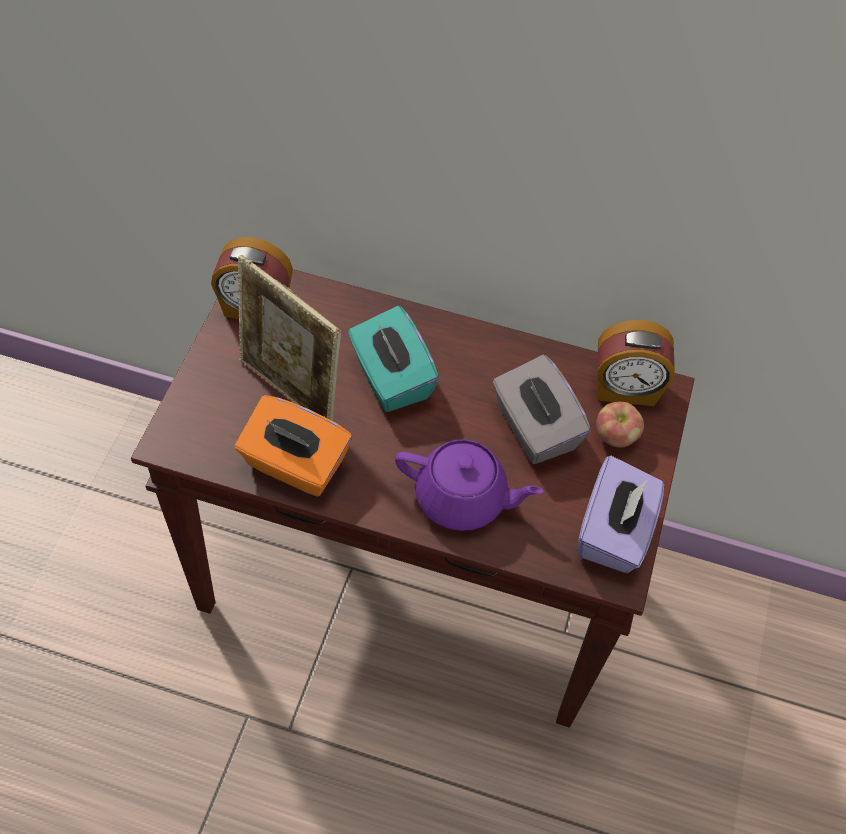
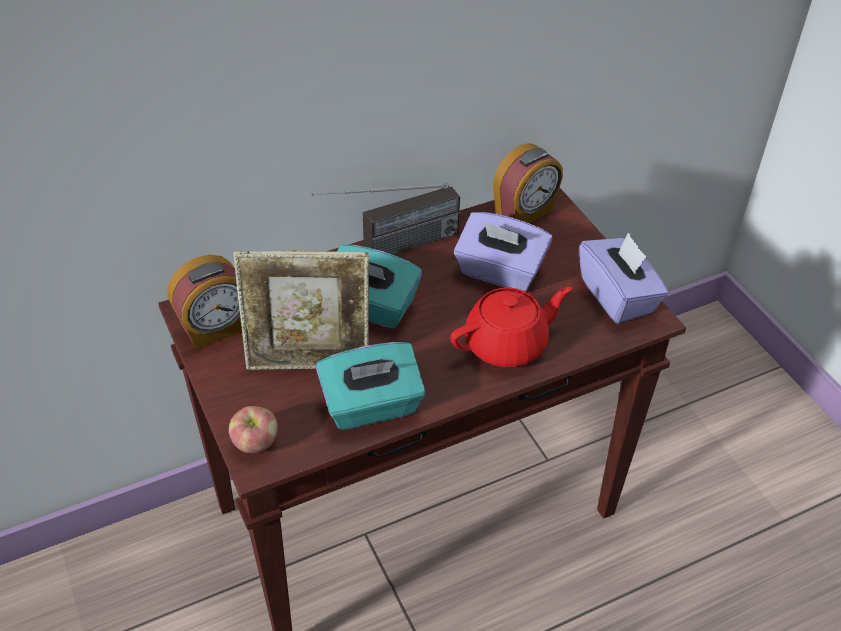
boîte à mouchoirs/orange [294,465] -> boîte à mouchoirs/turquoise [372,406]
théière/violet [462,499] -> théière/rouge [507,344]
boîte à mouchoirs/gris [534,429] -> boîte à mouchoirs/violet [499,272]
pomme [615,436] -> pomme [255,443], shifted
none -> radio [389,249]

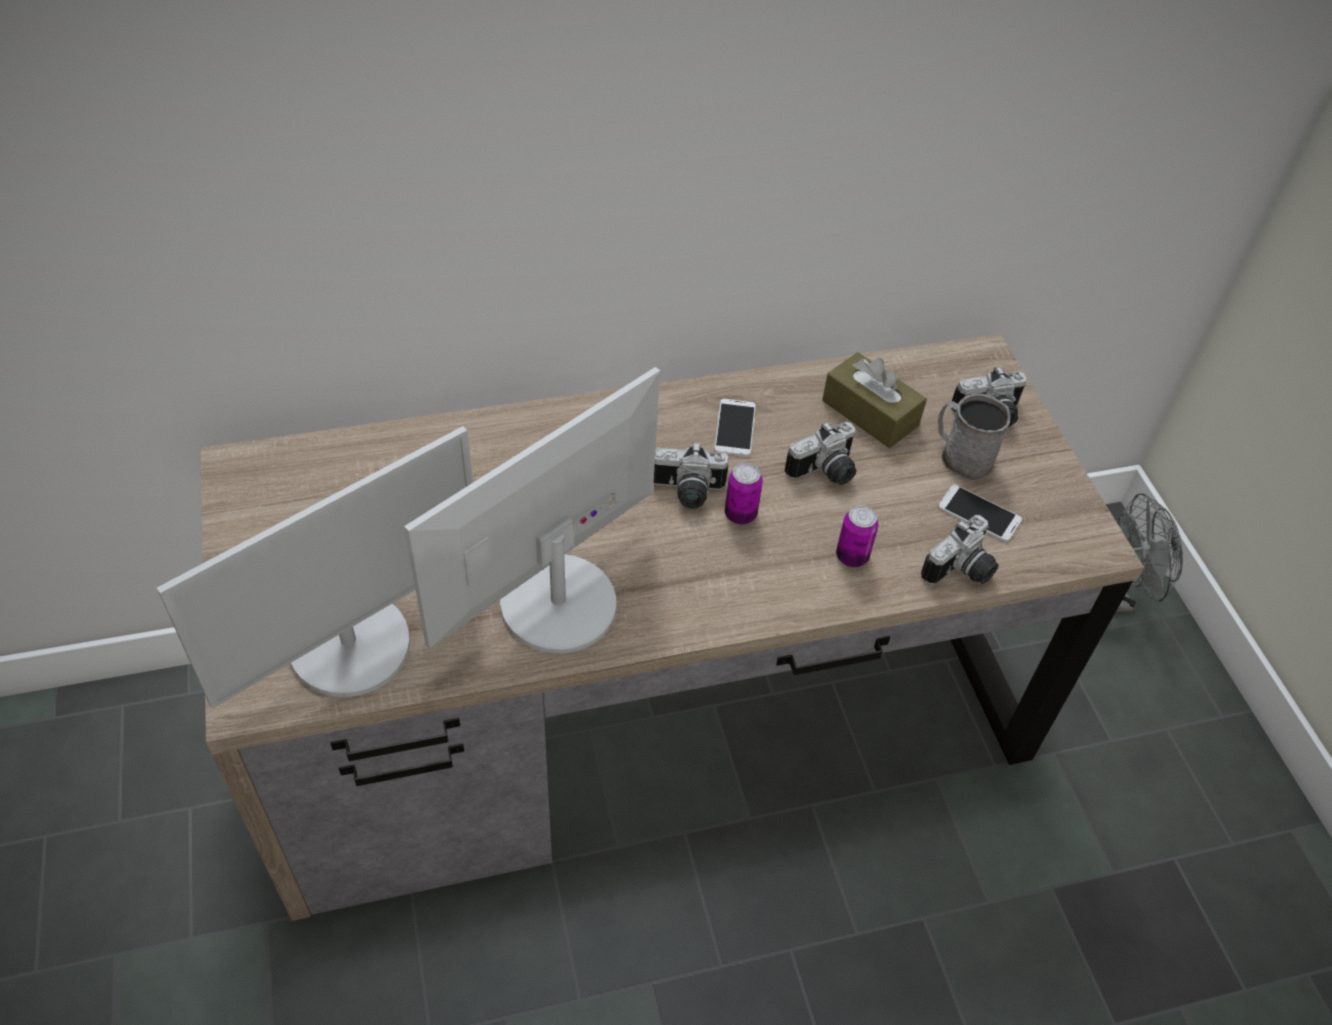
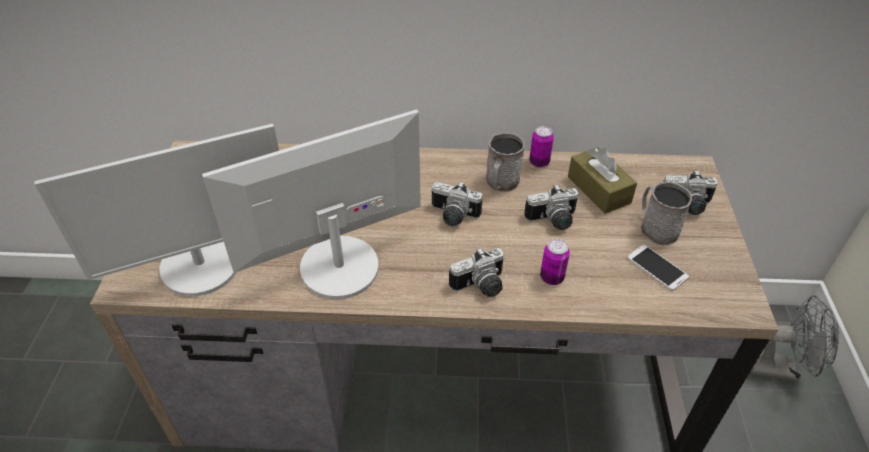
téléphone [735,428] -> mug/gris [501,183]
boîte métallique [740,514] -> boîte métallique [539,162], shifted
appareil photo [962,571] -> appareil photo [481,287], shifted

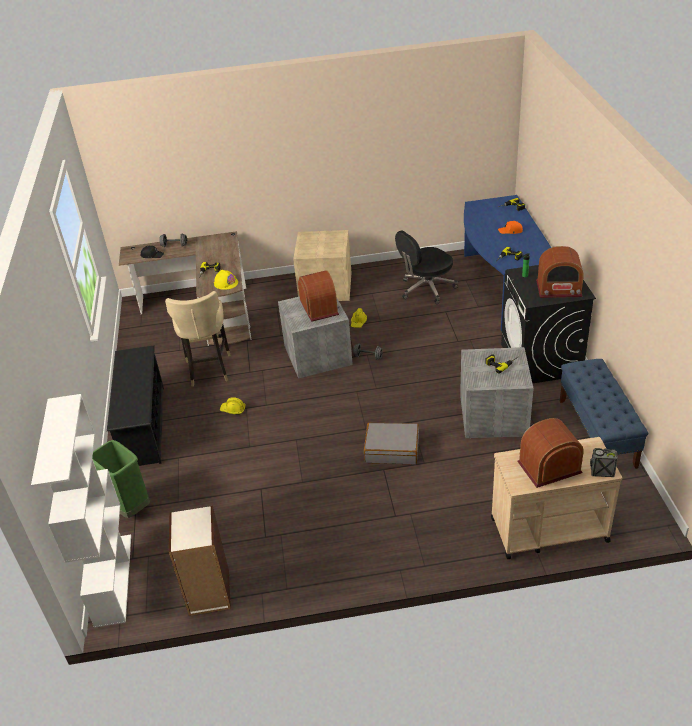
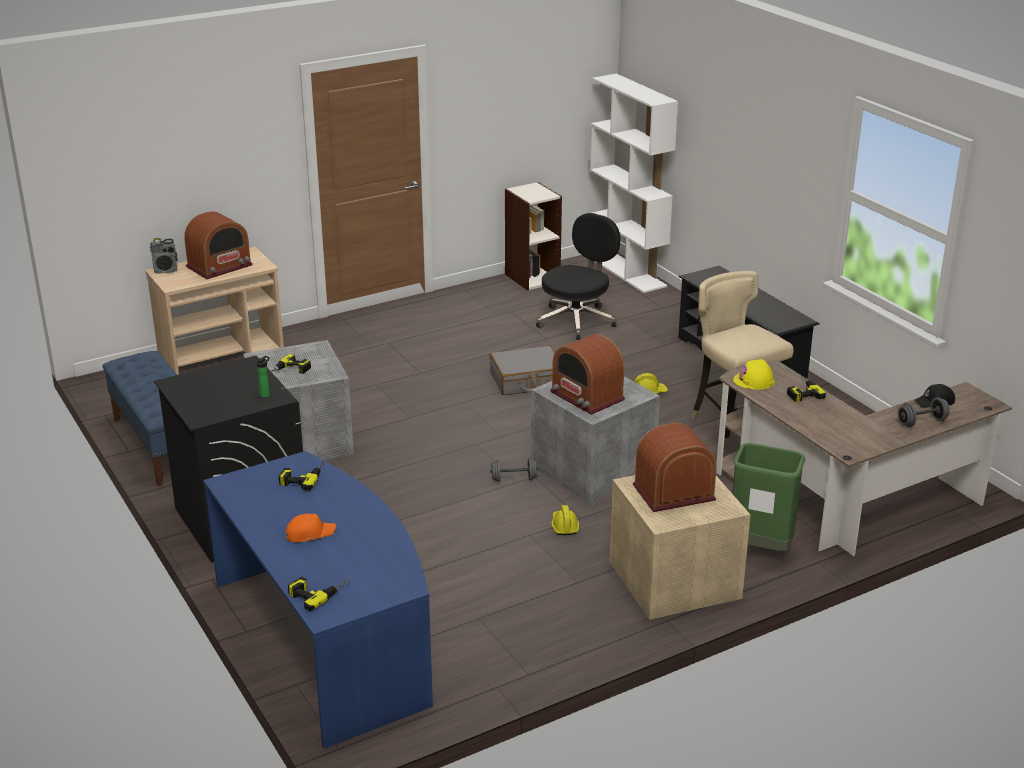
poubelle/vert [130,508] -> poubelle/vert [760,548], shifted
valise/gris [392,449] -> valise/gris [526,381], shifted
chaise de bureau/noir [426,289] -> chaise de bureau/noir [577,320], shifted
radio [559,289] -> radio [673,492], shifted

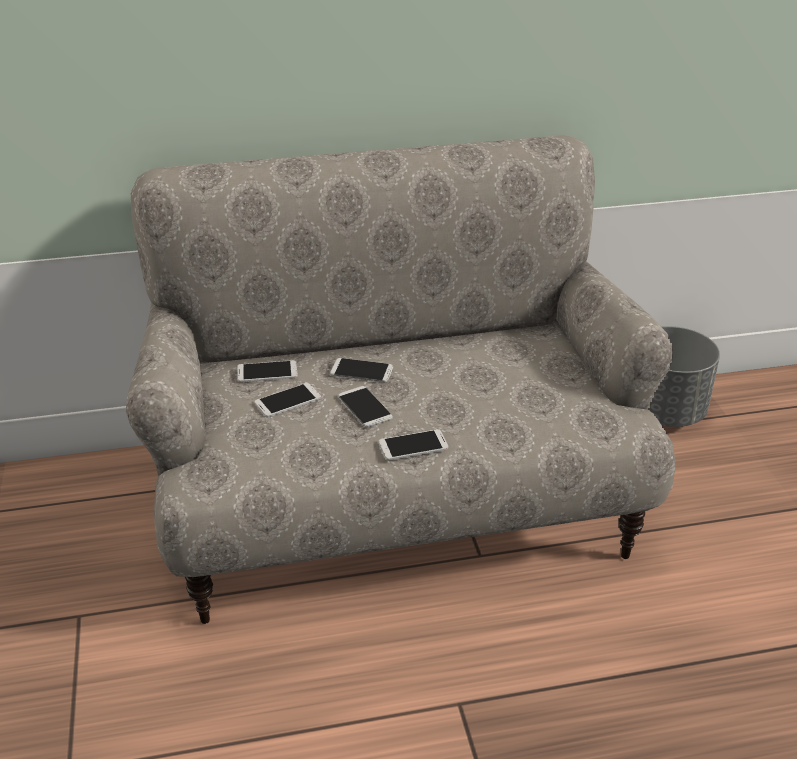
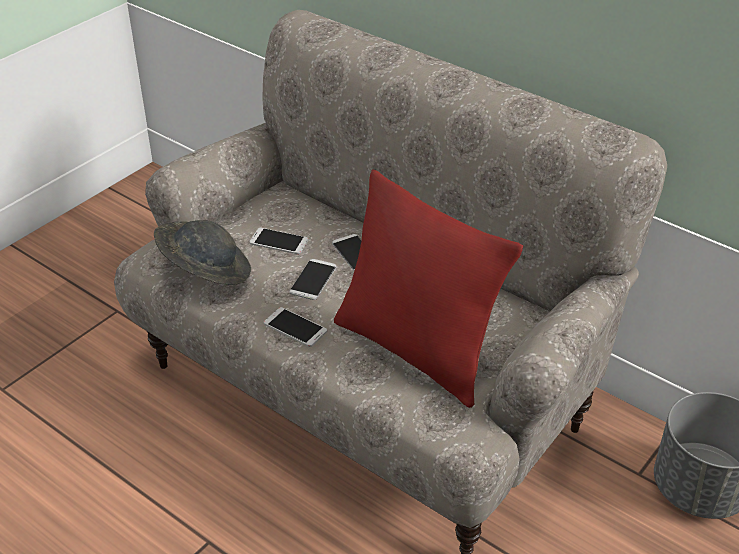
téléphone [267,372] -> none
none -> chapeau/gris [205,271]
none -> coussin/rouge [416,350]

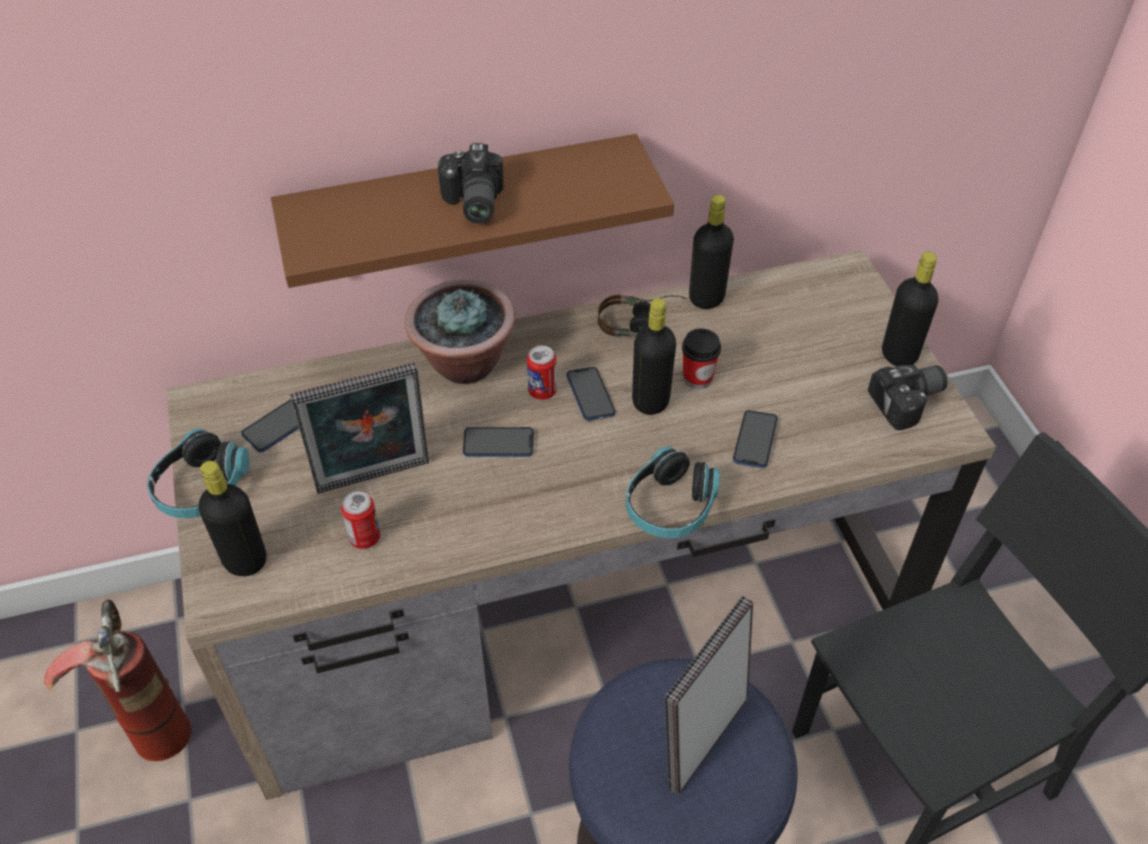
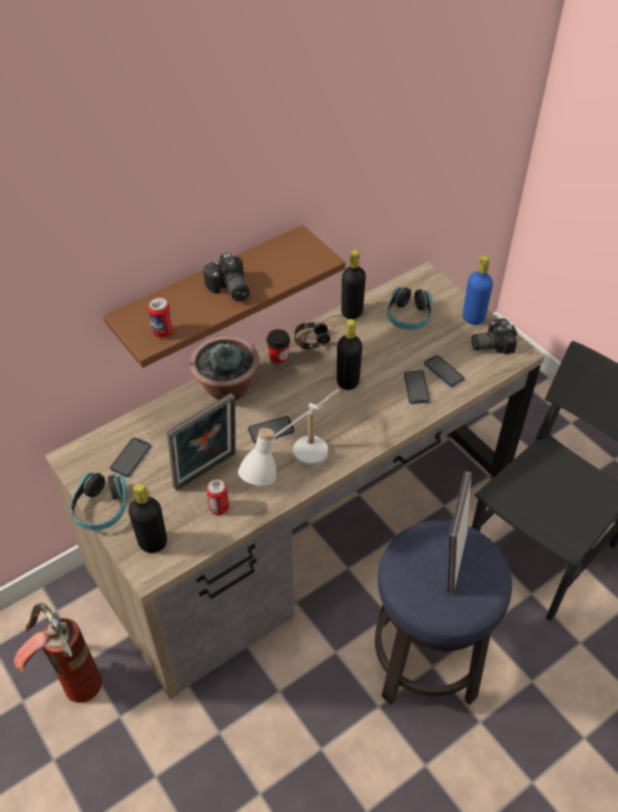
boîte métallique [542,391] -> boîte métallique [163,332], shifted
téléphone [590,395] -> téléphone [443,371], shifted
casque audio [670,506] -> casque audio [408,316], shifted
tasse [697,378] -> tasse [279,359], shifted
appareil photo [909,403] -> appareil photo [490,344], 150 degrees counterclockwise
bouteille/noir [899,355] -> bouteille/bleu [473,318]
none -> lampe de table/blanc [297,472]

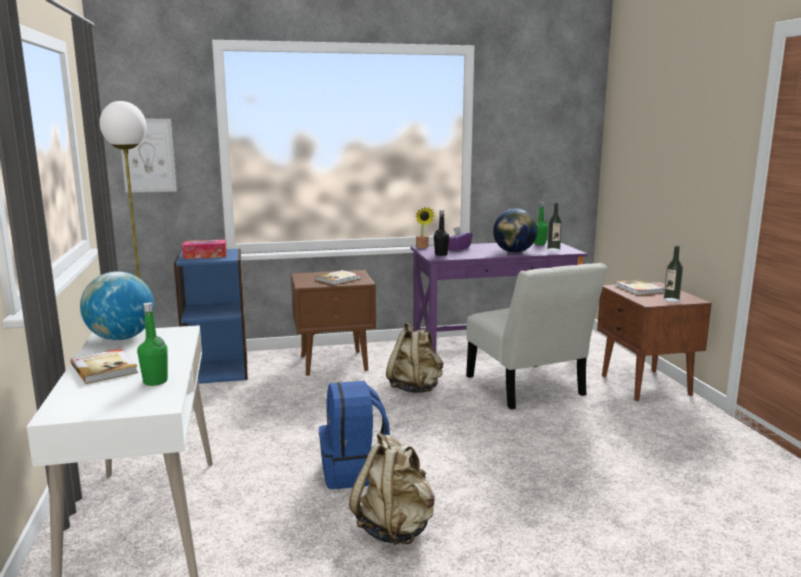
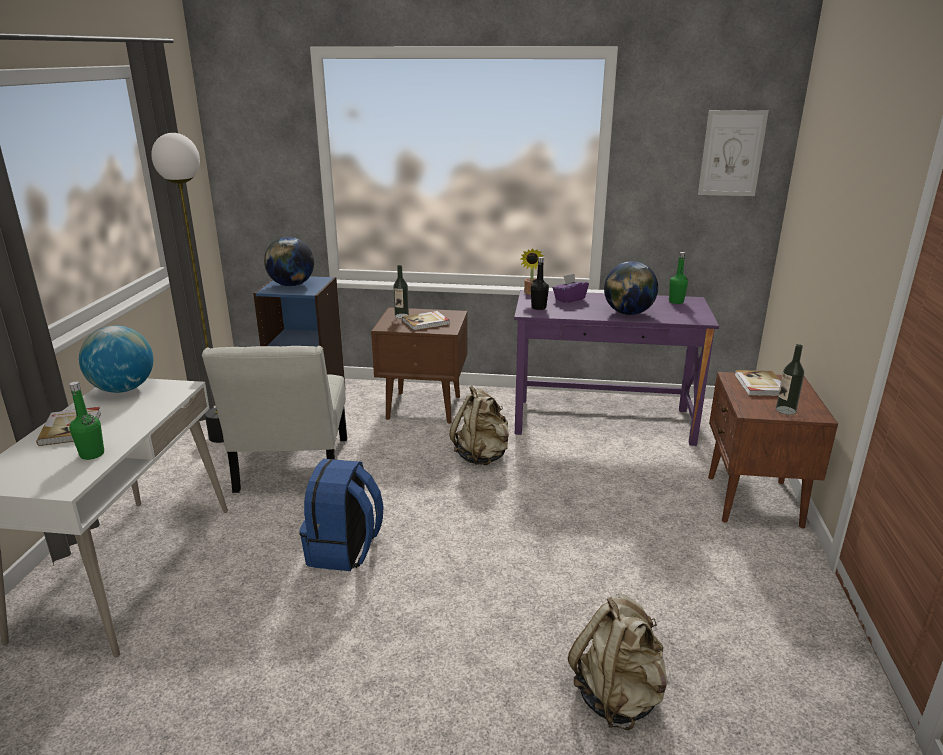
tableau [148,155] -> tableau [732,153], shifted
boîte à mouchoirs [205,255] -> globe [291,285]
sac à dos/beige [395,529] -> sac à dos/beige [617,696], shifted
chaise/blanc [527,389] -> chaise/blanc [291,469], shifted
bouteille [553,249] -> bouteille [401,316], shifted

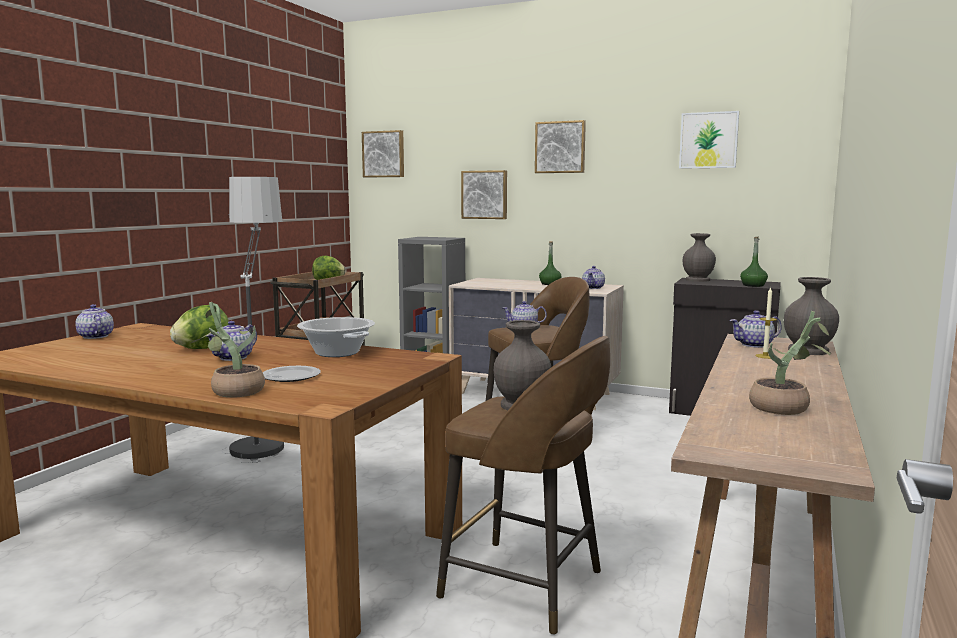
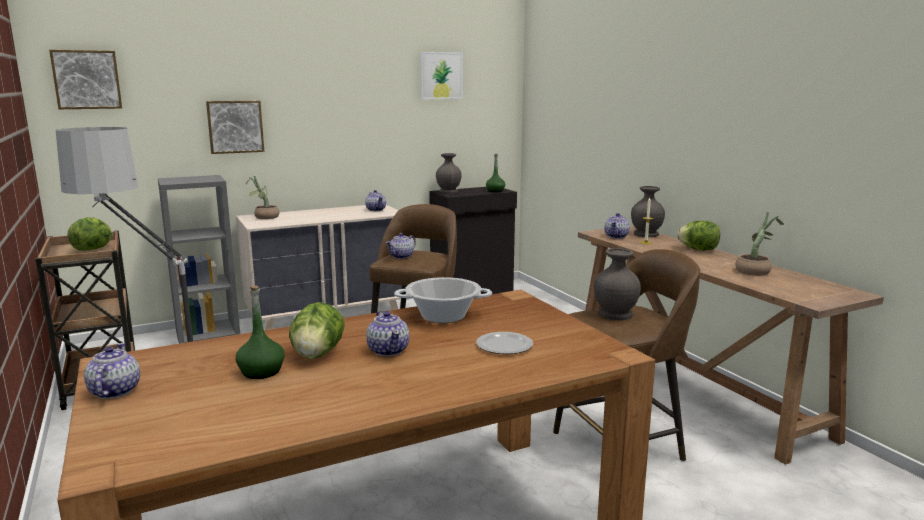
théière [95,336] -> théière [114,391], 75 degrees clockwise
plante en pot [232,391] -> plante en pot [264,217], shifted
tableau [560,147] -> none
bouteille/vert [550,284] -> bouteille/vert [261,372], shifted
none -> laitue [698,249]

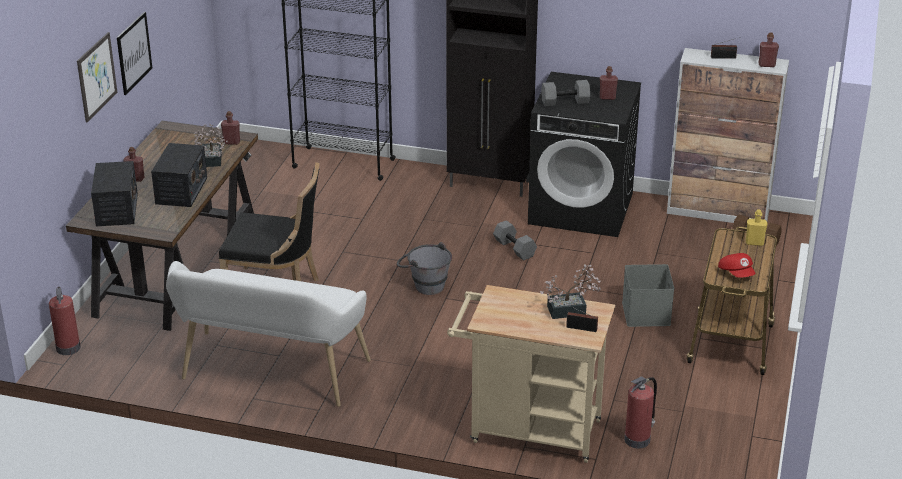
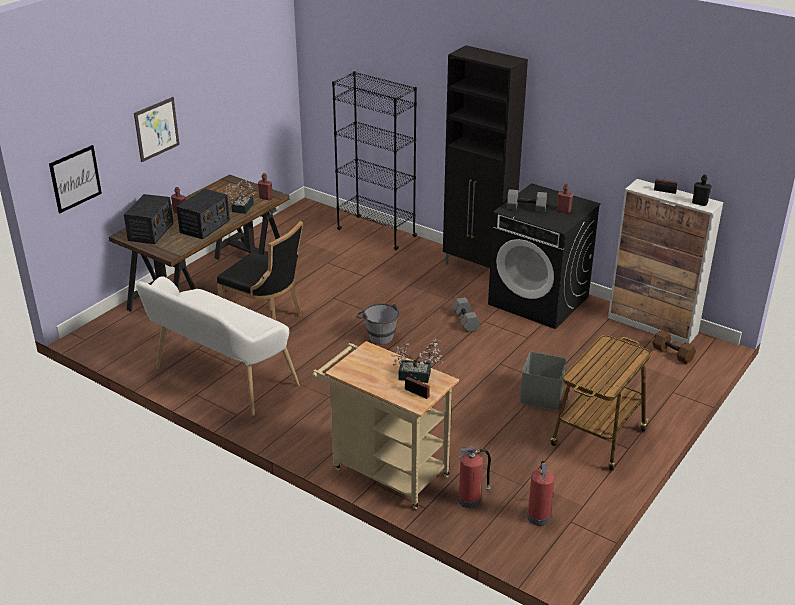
extincteur [68,347] -> extincteur [538,516], shifted
tableau [134,53] -> tableau [75,178], shifted
casquette/rouge [737,273] -> none
bouteille/jaune [754,242] -> none
bouteille/rouge [766,65] -> bouteille/noir [699,203]

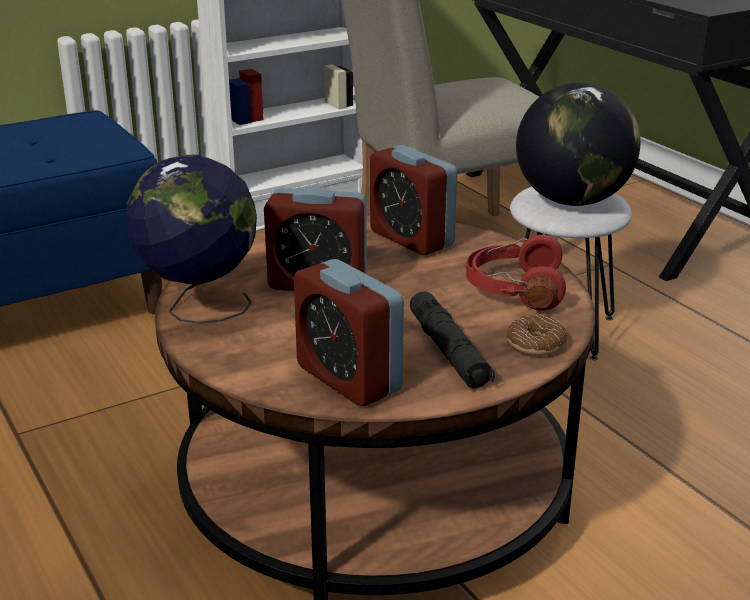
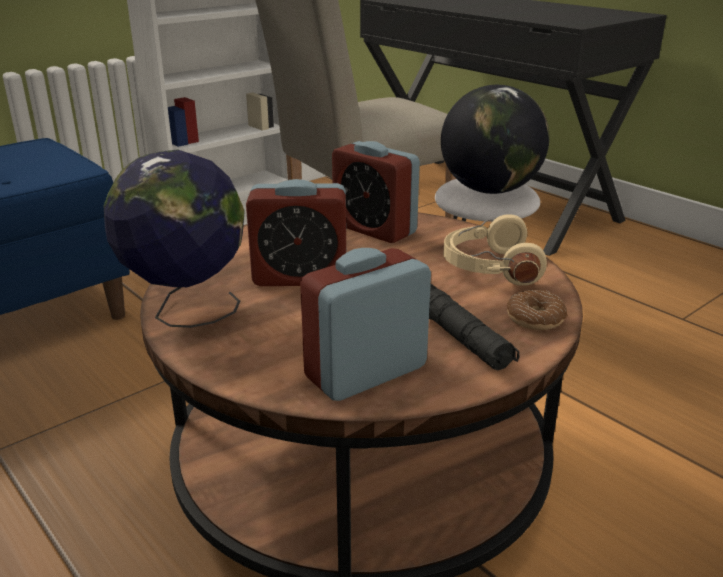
réveil [348,378] -> réveil [366,372], 105 degrees clockwise
casque audio/rouge [514,289] -> casque audio/beige [489,268]

